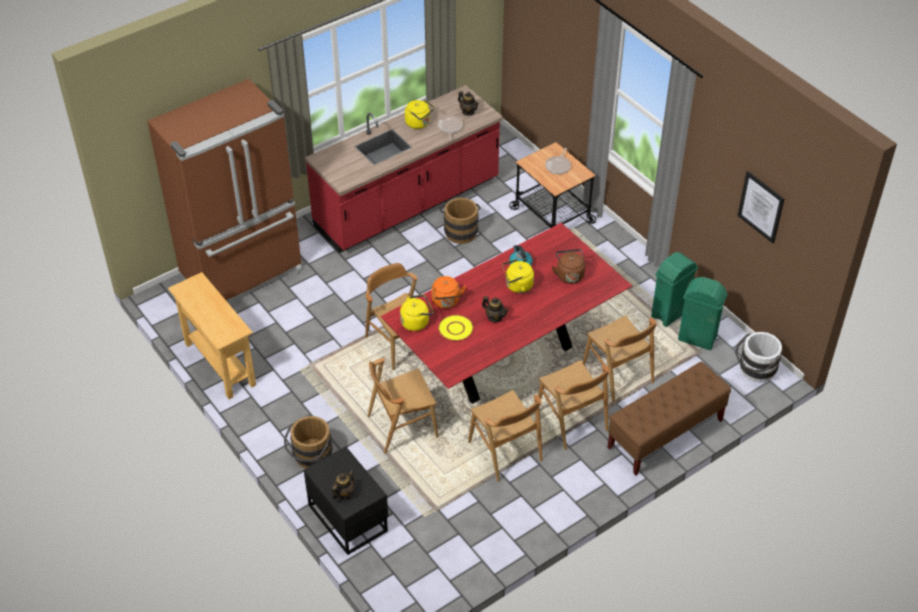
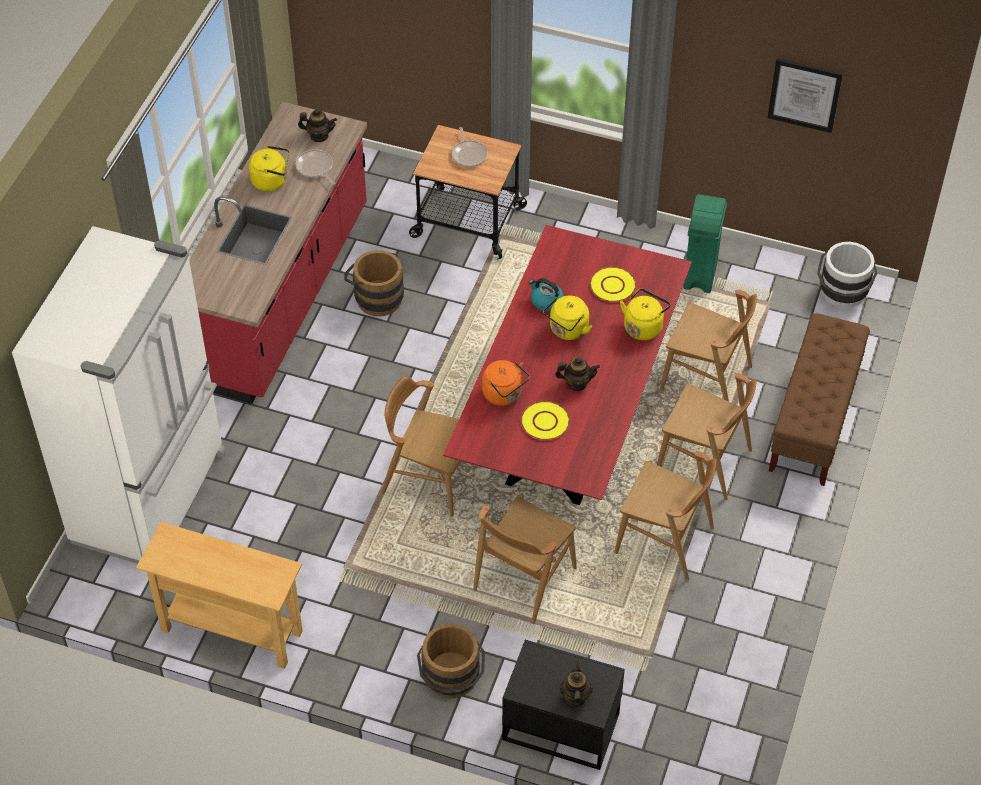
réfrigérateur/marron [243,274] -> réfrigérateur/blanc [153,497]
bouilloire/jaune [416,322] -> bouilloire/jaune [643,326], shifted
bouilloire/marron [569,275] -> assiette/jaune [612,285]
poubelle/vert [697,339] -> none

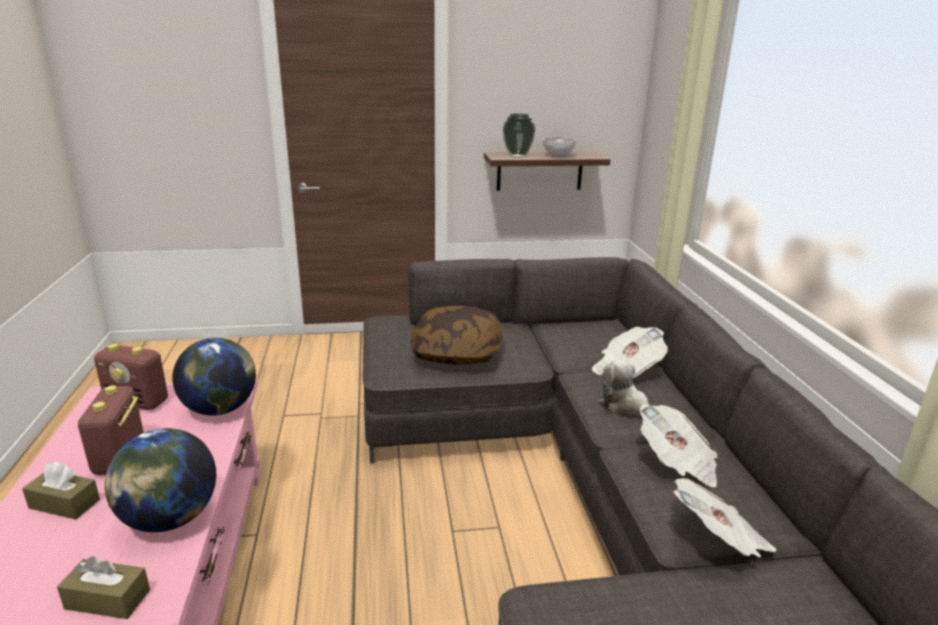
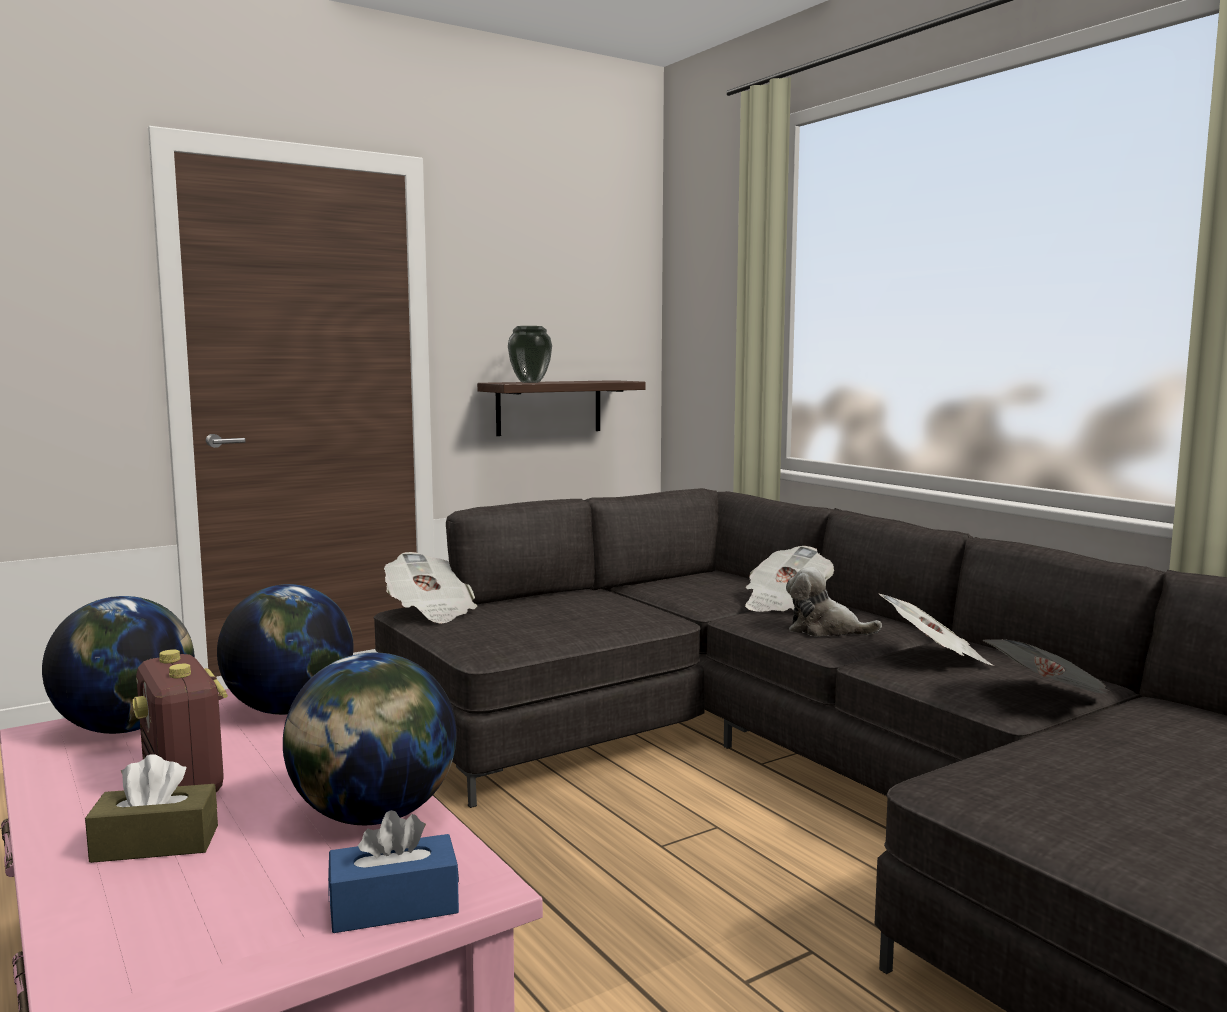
boîte à mouchoirs/marron [108,599] -> boîte à mouchoirs/bleu [394,906]
radio [138,402] -> globe [127,728]
coussin [457,351] -> none
bol [558,156] -> none
none -> journal [431,612]

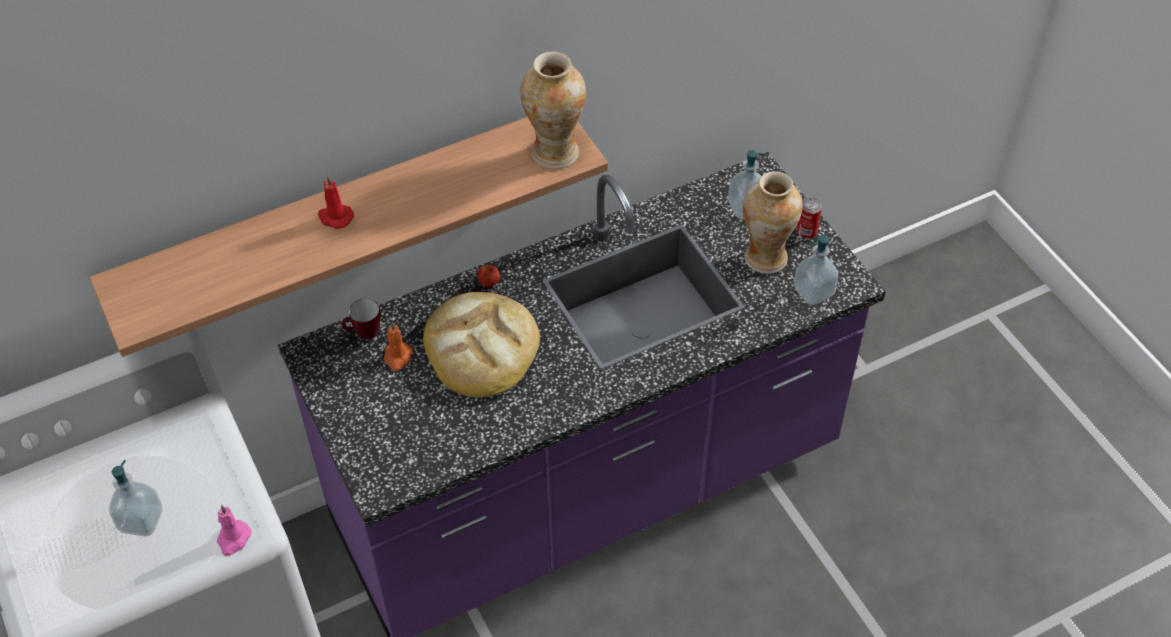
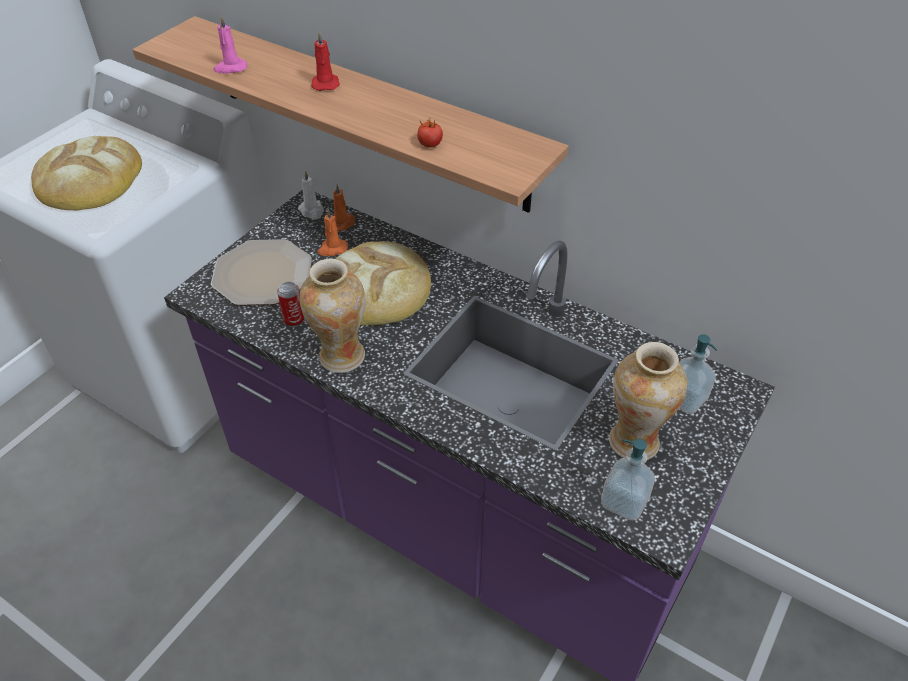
distributeur de savon [141,520] -> pain [89,180]
bougie/rose [233,539] -> bougie/rose [230,68], shifted
mug [364,334] -> bougie/orange [343,223]
tomate [489,282] -> tomate [430,144], shifted
vase [555,153] -> vase [341,356], shifted
boîte métallique [807,232] -> boîte métallique [294,320], shifted
none -> assiette [262,275]
none -> bougie/blanc [312,211]

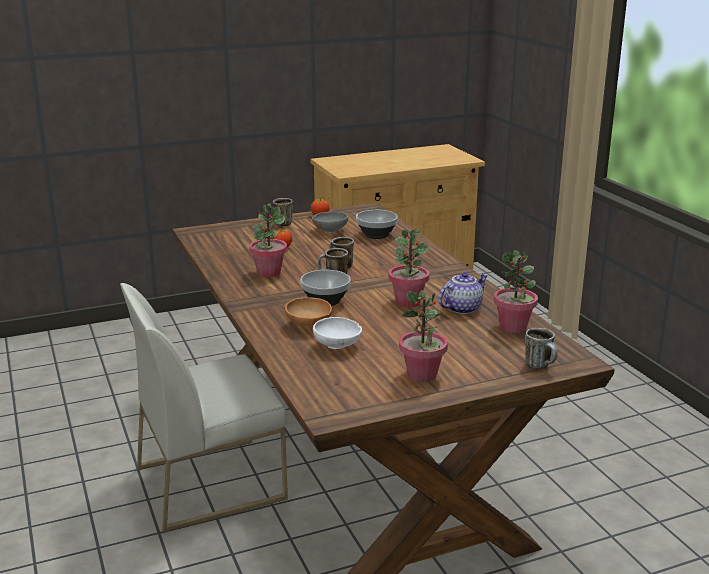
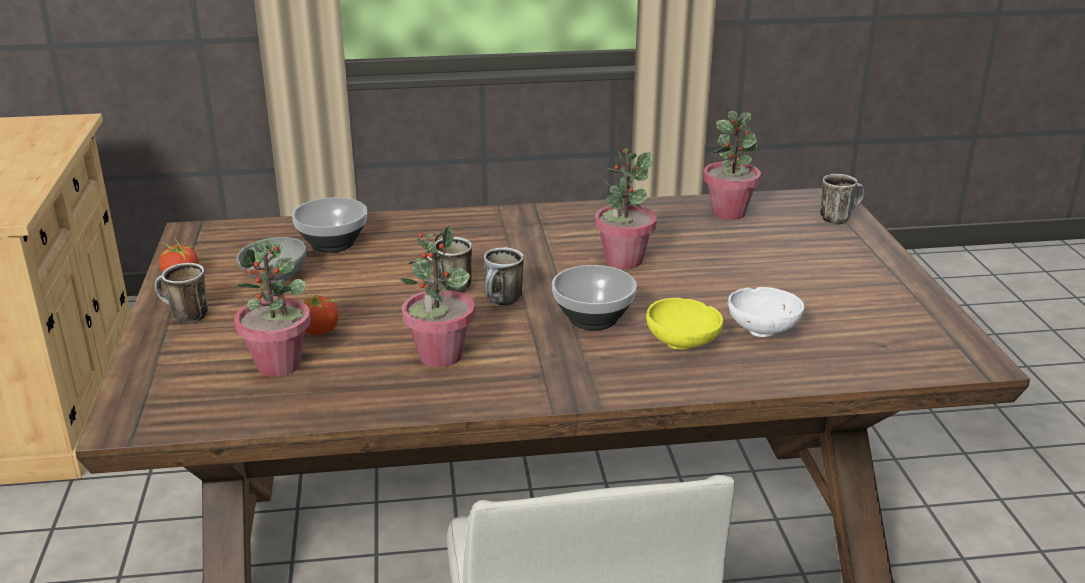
bol/marron [308,326] -> bol/jaune [684,344]
plante en pot [422,375] -> plante en pot [279,365], shifted
théière [462,308] -> none

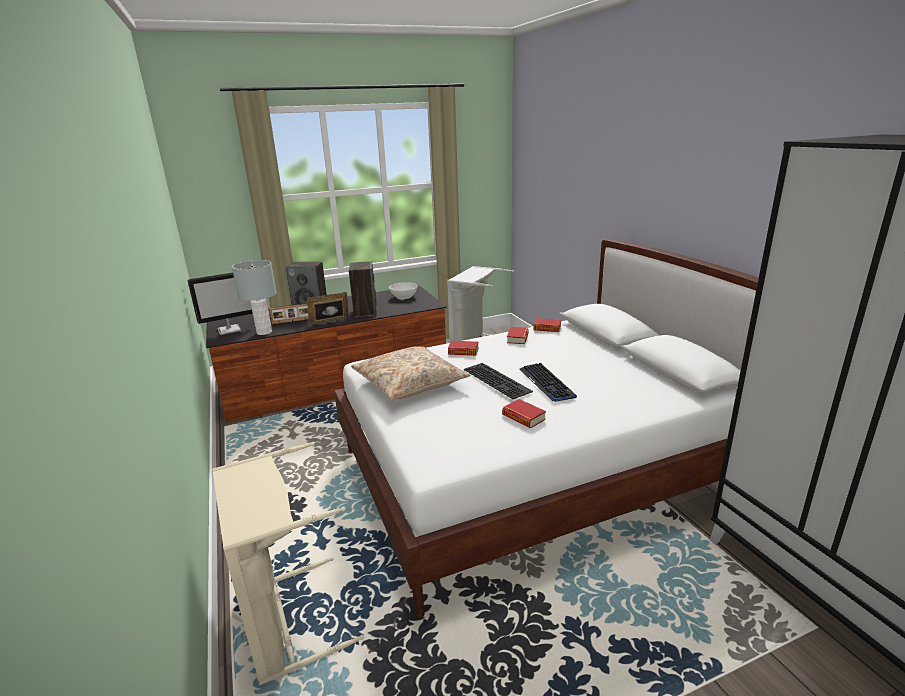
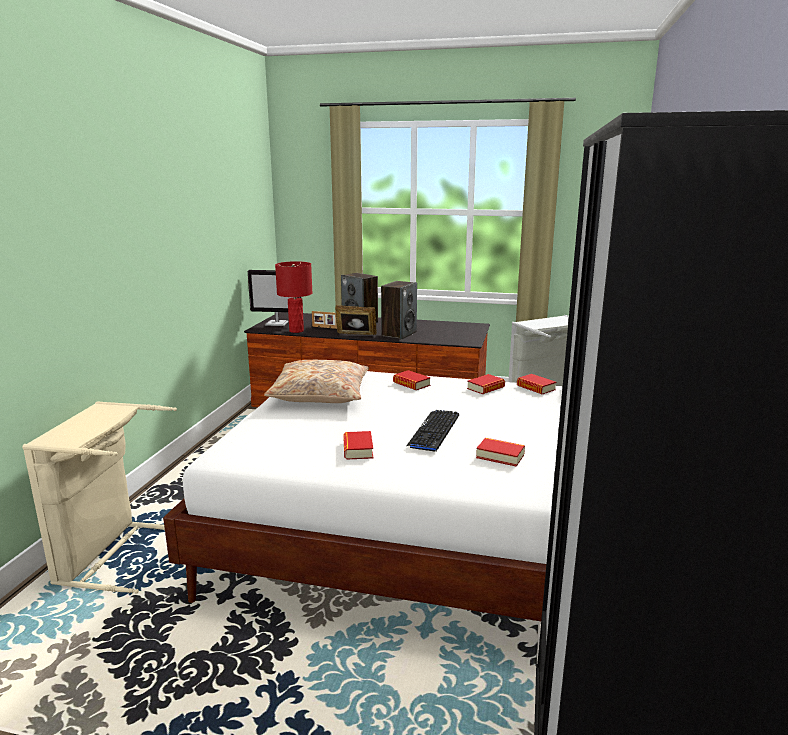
lampe de table/gris [264,332] -> lampe de table/rouge [296,331]
bol/blanc [404,297] -> none
clavier [498,380] -> none
none -> livre [500,456]

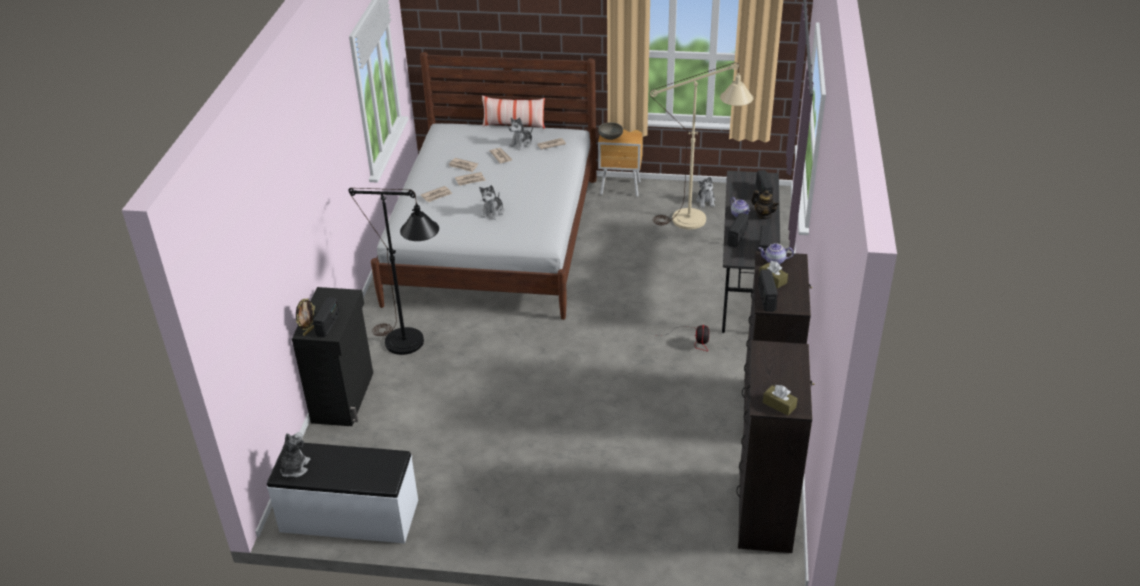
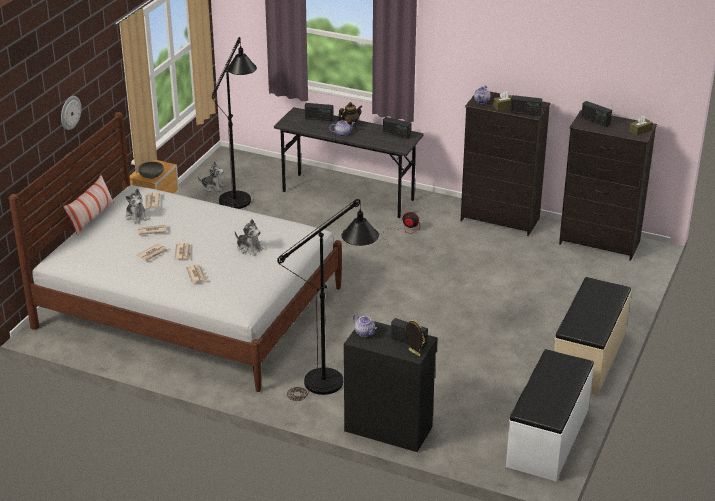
peluche [294,468] -> none
lampadaire/beige [699,219] -> lampadaire/noir [238,196]
radio [737,237] -> radio [595,121], shifted
none -> horloge murale [70,112]
none -> théière [365,333]
none -> banc/beige [589,358]

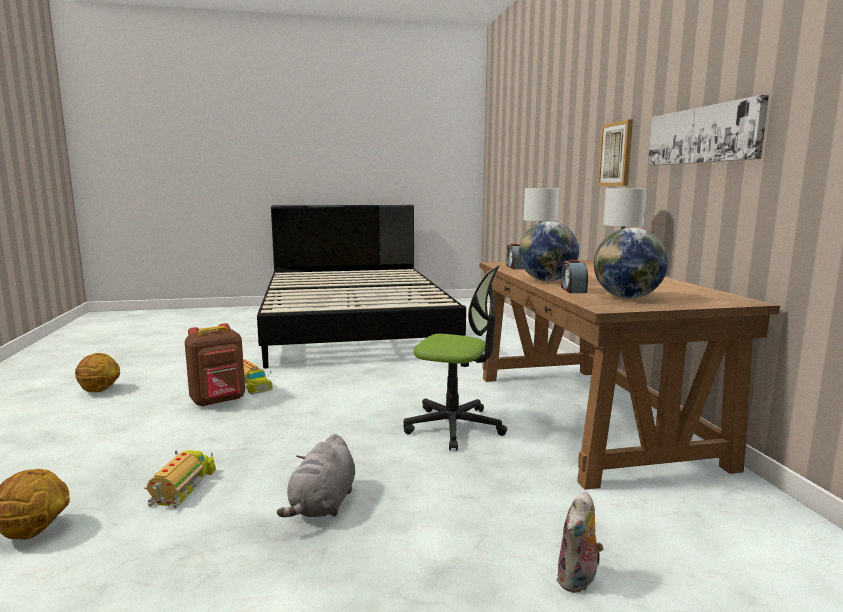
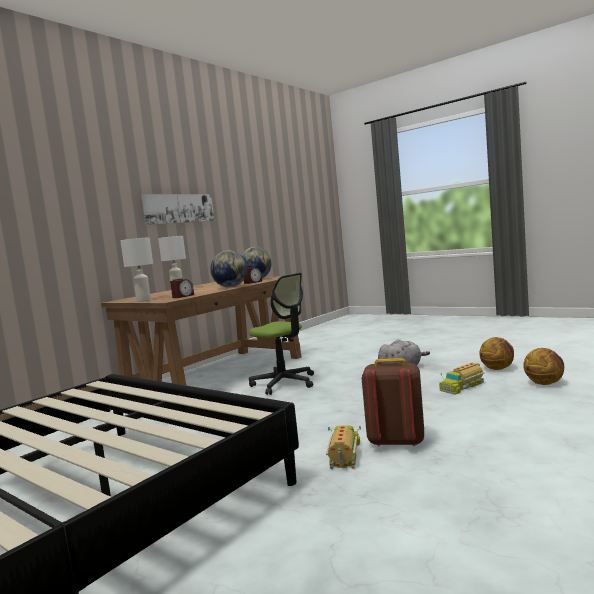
ballon de basket [99,391] -> ballon de basket [498,368], shifted
chaise de bureau [454,427] -> chaise de bureau [284,383], 150 degrees clockwise
peluche [578,581] -> none
tableau [616,154] -> none

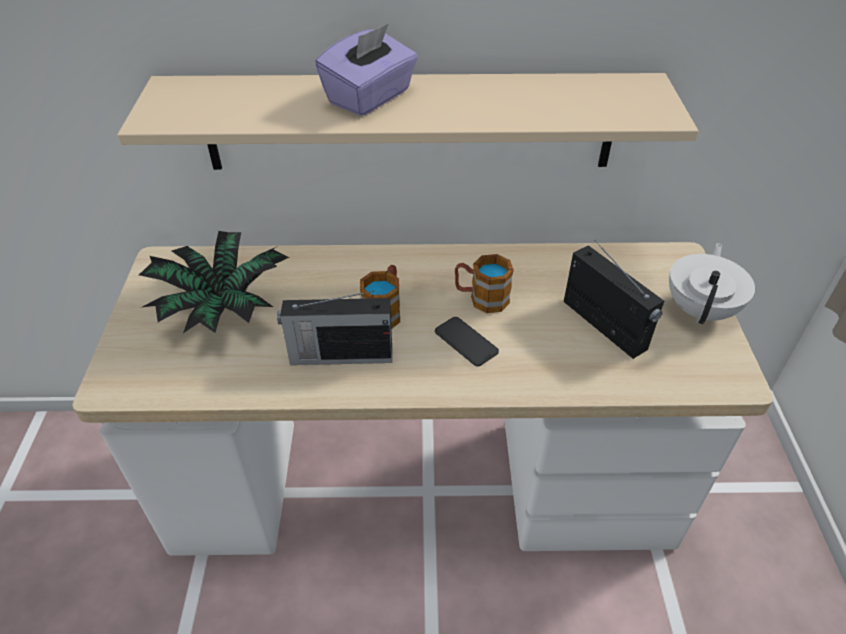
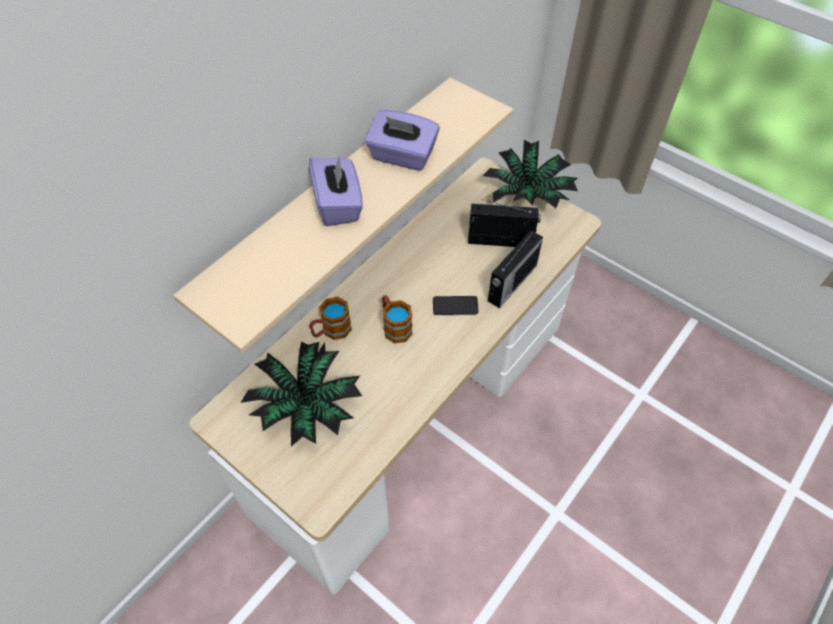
radio [339,355] -> radio [511,284], shifted
mug [481,298] -> mug [331,331], shifted
théière/blanc [701,309] -> plante en pot [527,196]
none -> boîte à mouchoirs/violet [402,156]

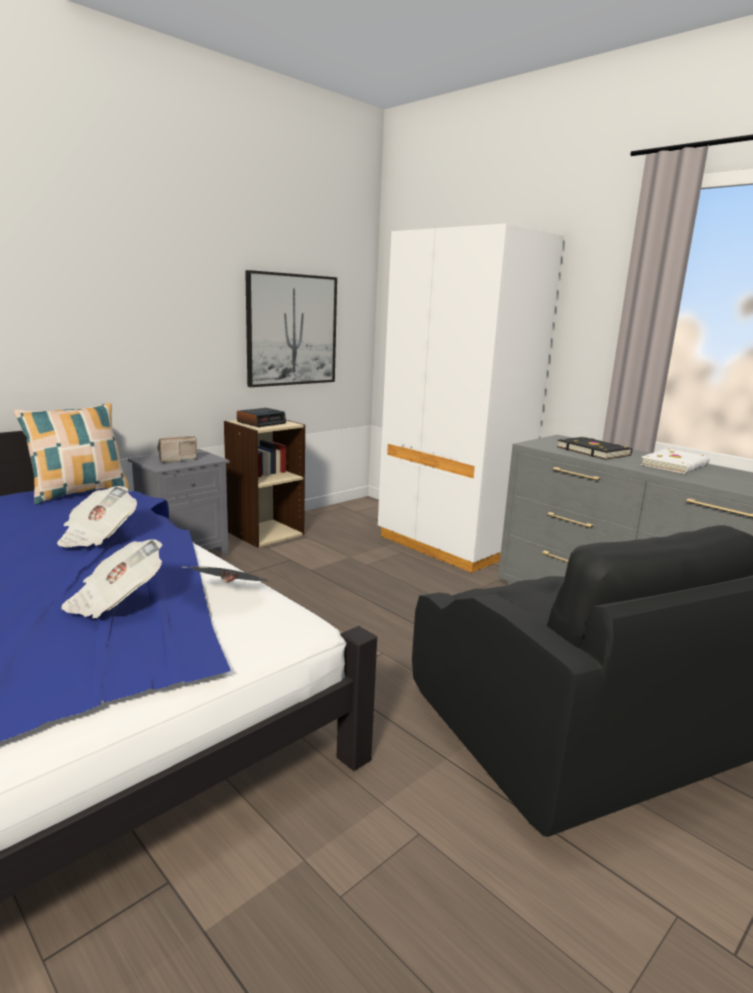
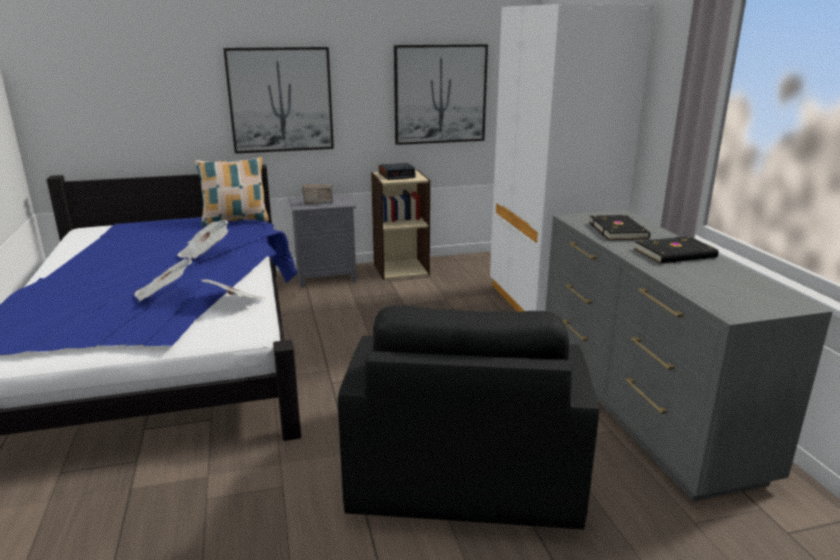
livre/blanc [676,465] -> livre/noir [676,254]
none -> tableau [280,100]

